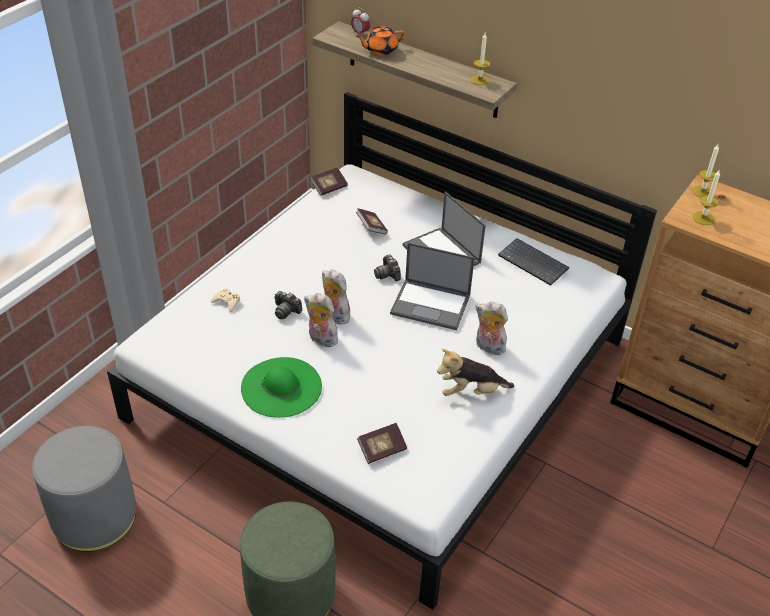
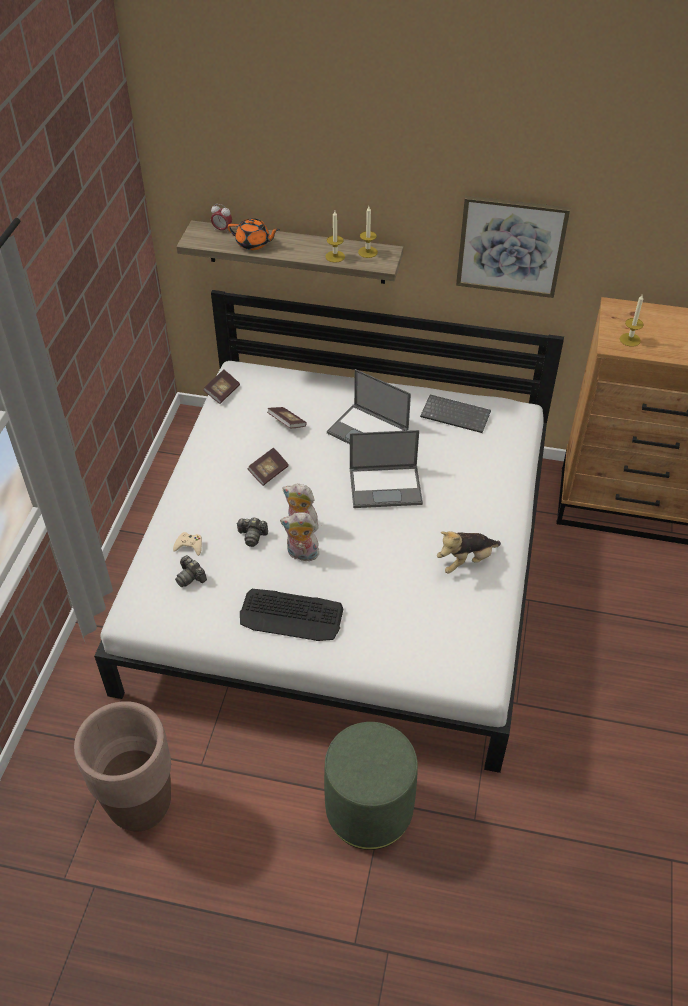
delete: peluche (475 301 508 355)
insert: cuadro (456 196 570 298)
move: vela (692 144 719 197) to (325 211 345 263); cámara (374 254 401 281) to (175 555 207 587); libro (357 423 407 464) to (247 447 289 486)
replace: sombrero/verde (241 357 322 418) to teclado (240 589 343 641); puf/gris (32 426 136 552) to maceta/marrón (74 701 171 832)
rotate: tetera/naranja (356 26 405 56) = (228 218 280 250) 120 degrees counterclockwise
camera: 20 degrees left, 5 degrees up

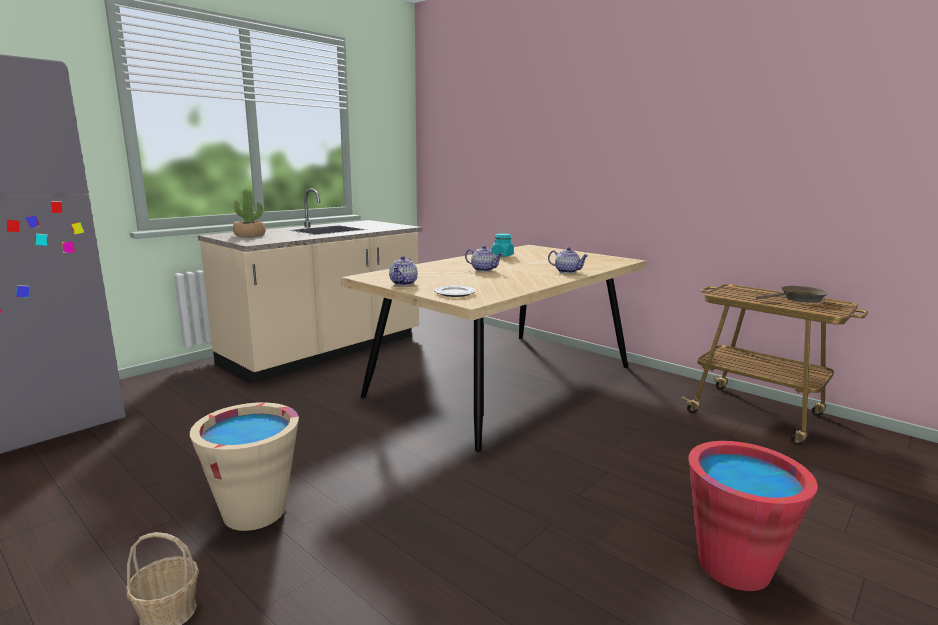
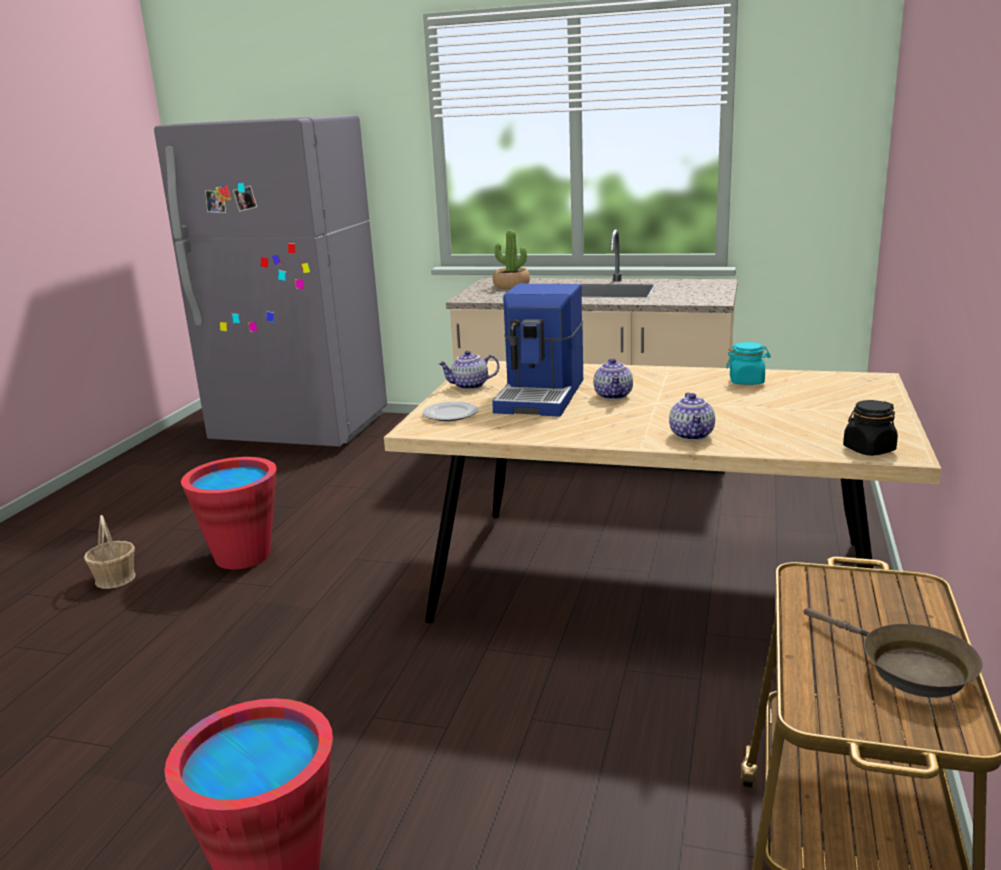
insert: cafetera (492 284 583 416); tarro/negro (843 400 898 456)
recolor: cubo/beis (190 402 299 531) to cubo/rojo (181 457 277 569)
camera: 65 degrees right, 5 degrees up

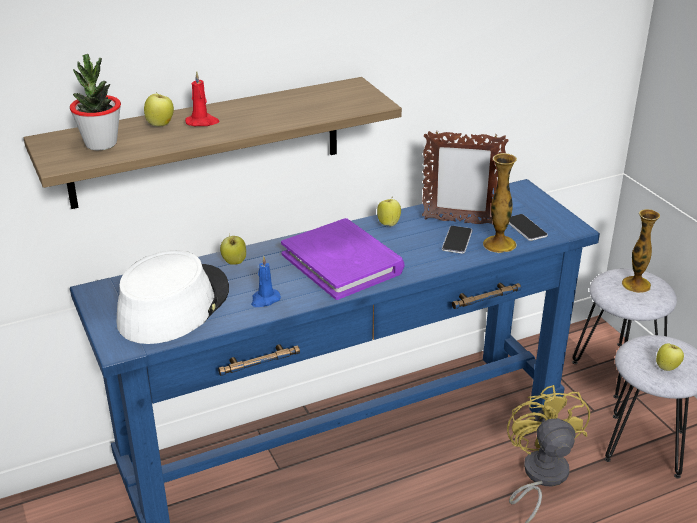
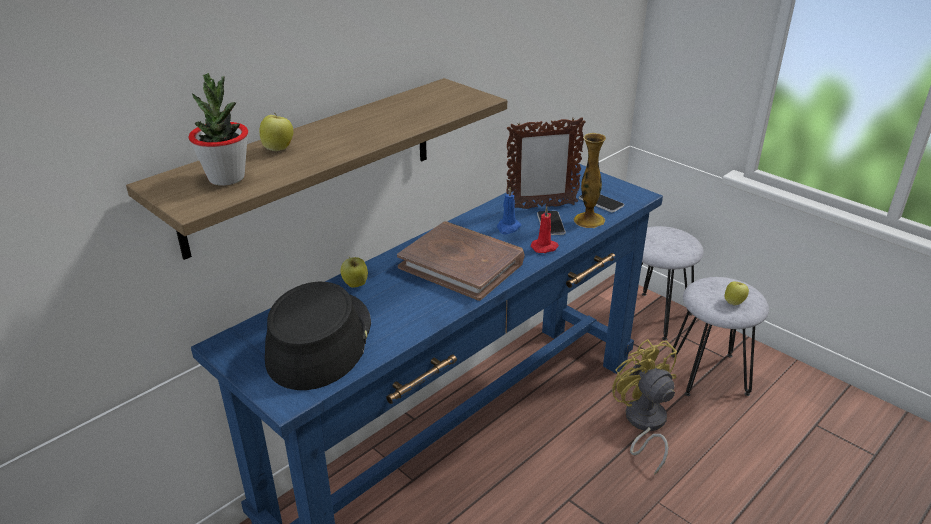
delete: manzana (377 197 401 226); florero (622 209 660 293)
move: vela/rojo (185 71 220 126) to (531 206 559 253); vela/azul (251 255 281 307) to (497 187 522 235)
recolor: libro/morado (281 218 404 300) to libro/marrón (397 221 524 301); sombrero/blanco (117 250 229 344) to sombrero/negro (265 282 371 390)
camera: 20 degrees left, 0 degrees up

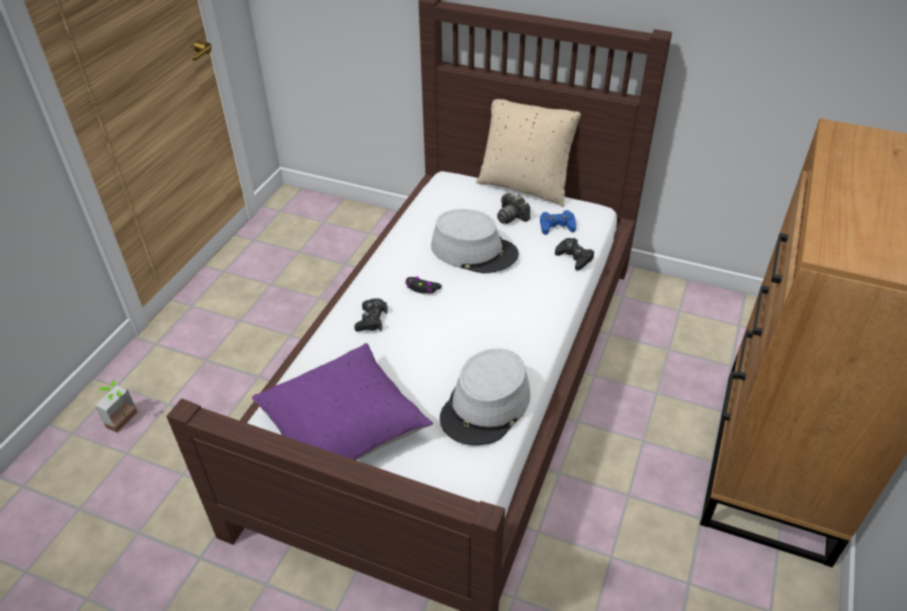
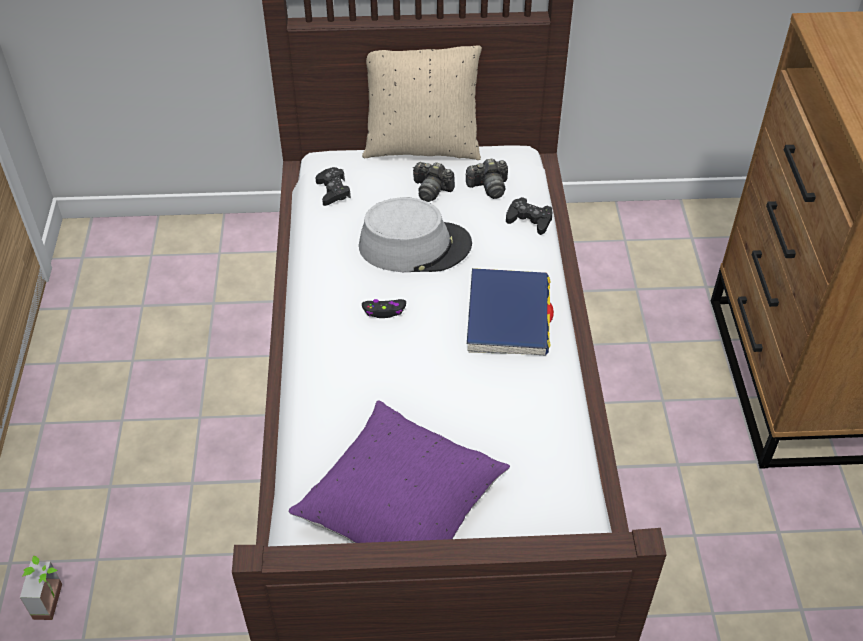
delete: sombrero/gris (440 348 530 445)
insert: libro/azul (467 268 554 356)
move: mando de consola/negro (354 298 388 332) to (315 167 351 206)
replace: mando de consola/azul (540 210 576 235) to cámara (465 158 508 199)
camera: 25 degrees left, 5 degrees up

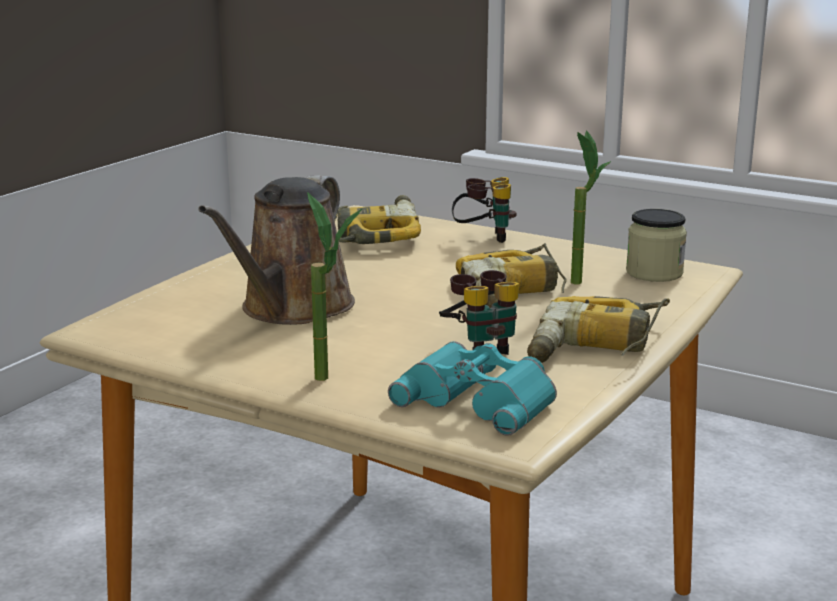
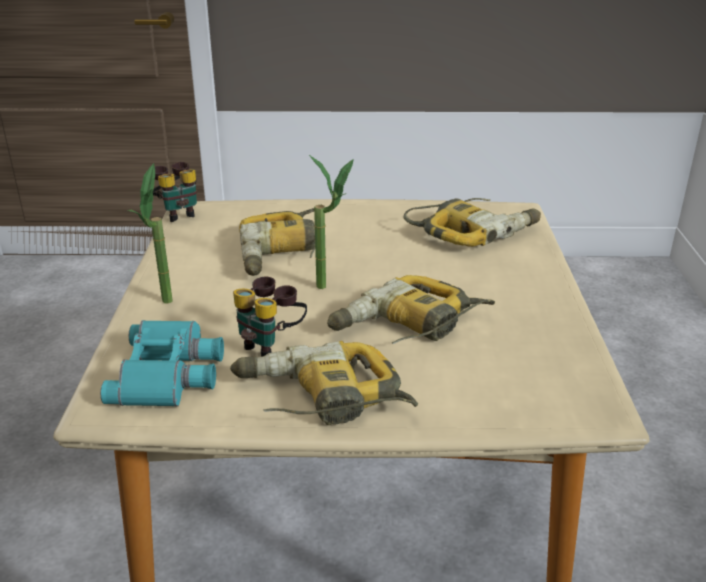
delete: tarro (626 209 687 282)
move: planta en maceta (571 130 611 284) to (309 155 354 289); prismáticos (452 177 517 243) to (153 162 197 222)
replace: regadera/marrón (199 175 355 325) to taladro (239 208 315 276)
camera: 60 degrees right, 10 degrees up

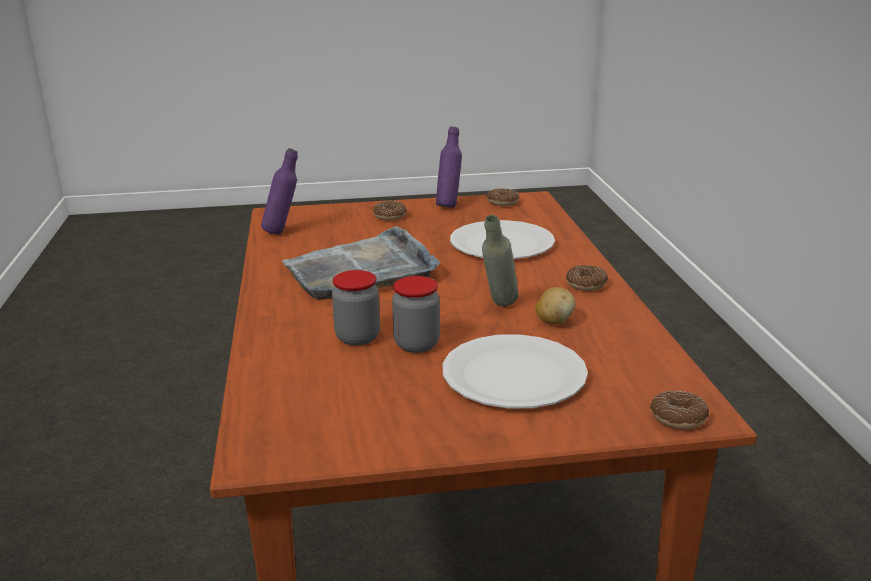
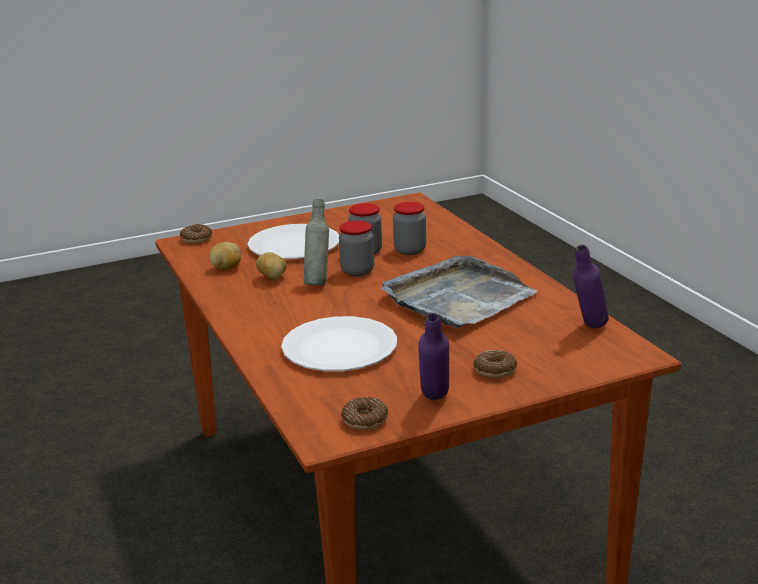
delete: rosquilla (566 265 608 291)
insert: tarro (339 221 374 277); patata (209 242 241 270)
camera: 165 degrees right, 0 degrees up

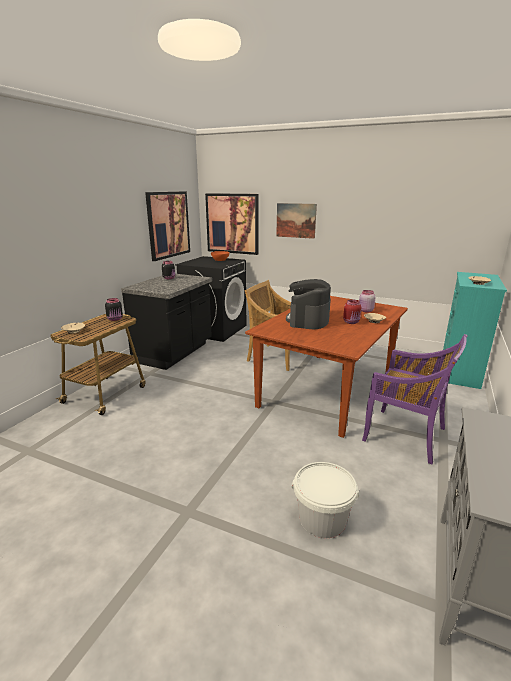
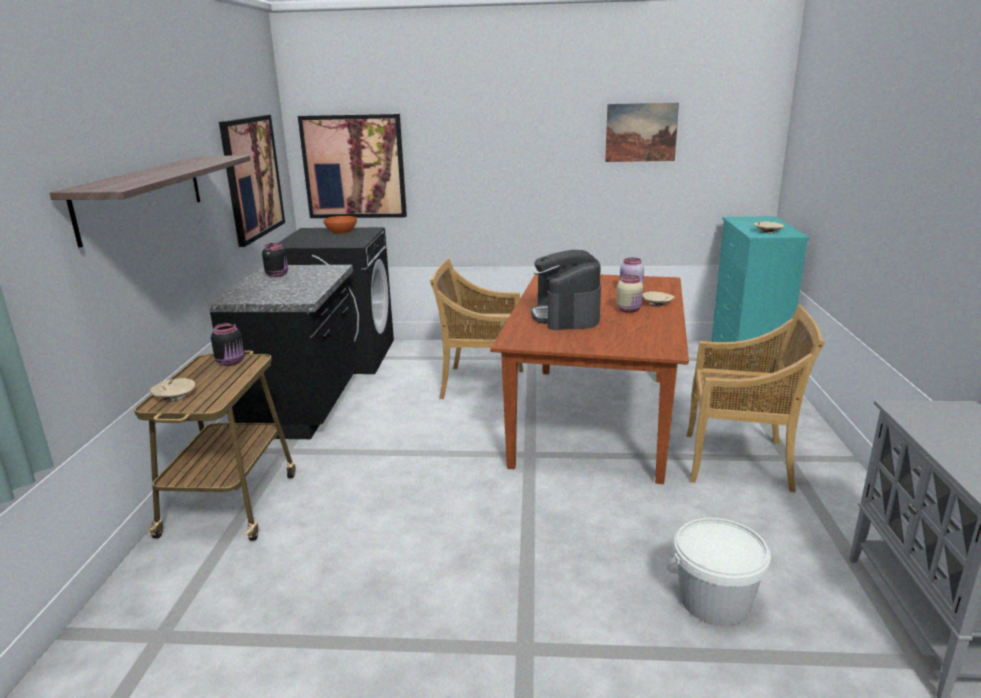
insert: estante (49 155 251 248)
move: cuadro (276 203 317 239) to (605 103 679 162)
recolor: tarro/rojo (343 300 361 324) to tarro/beis (616 275 643 313); silla/morado (362 334 468 464) to silla/beis (686 305 825 492)
camera: 20 degrees left, 0 degrees up

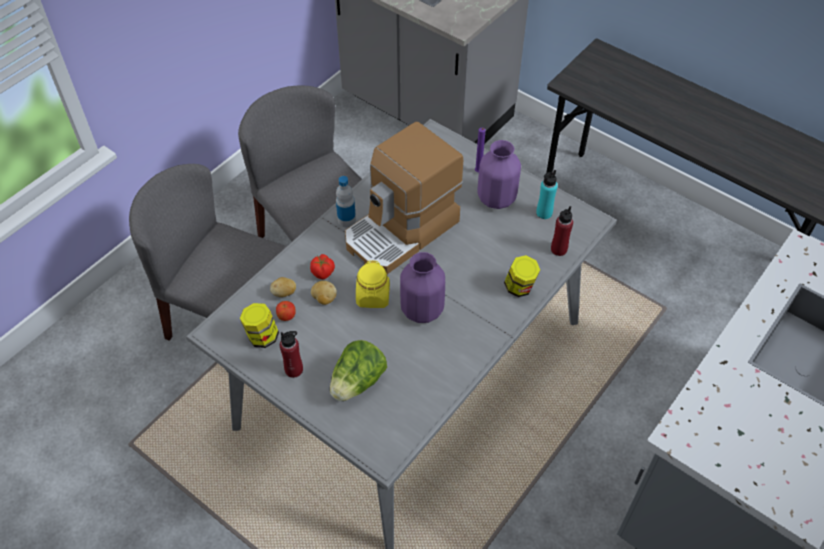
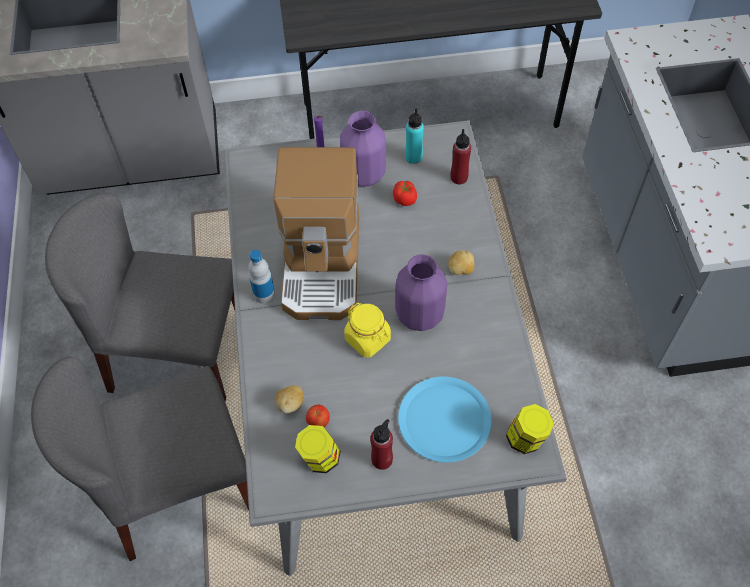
move: tomate (310 254 335 279) to (393 181 417 206); tarro (504 255 540 297) to (506 404 554 454); patata (311 281 337 305) to (448 250 474 275)
replace: lechuga (330 340 387 401) to plato/azul (398 377 492 463)
camera: 45 degrees left, 5 degrees up

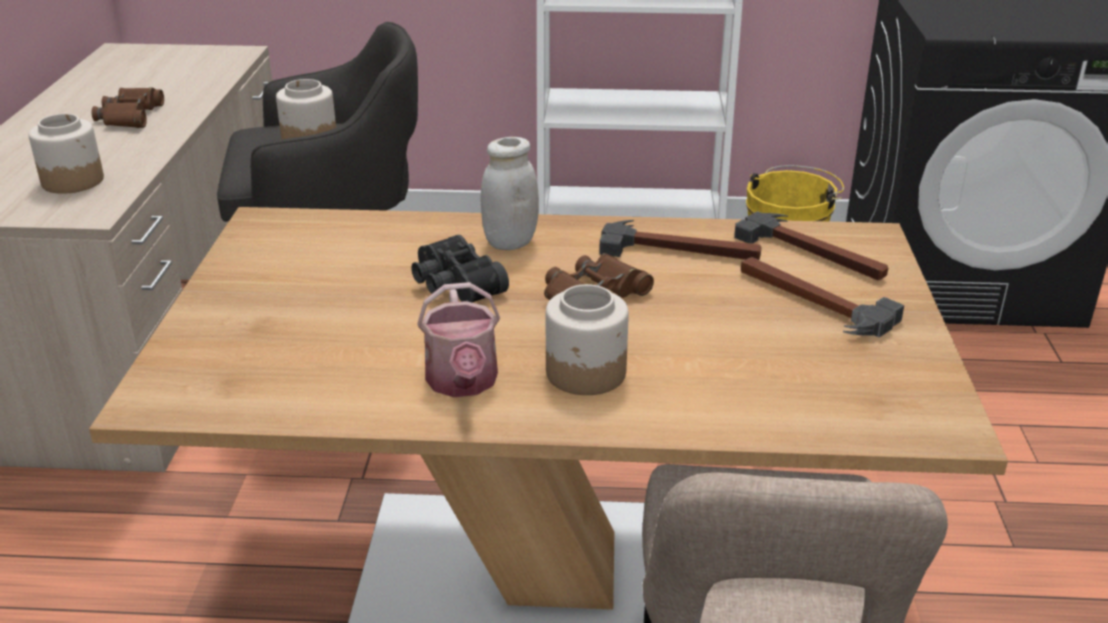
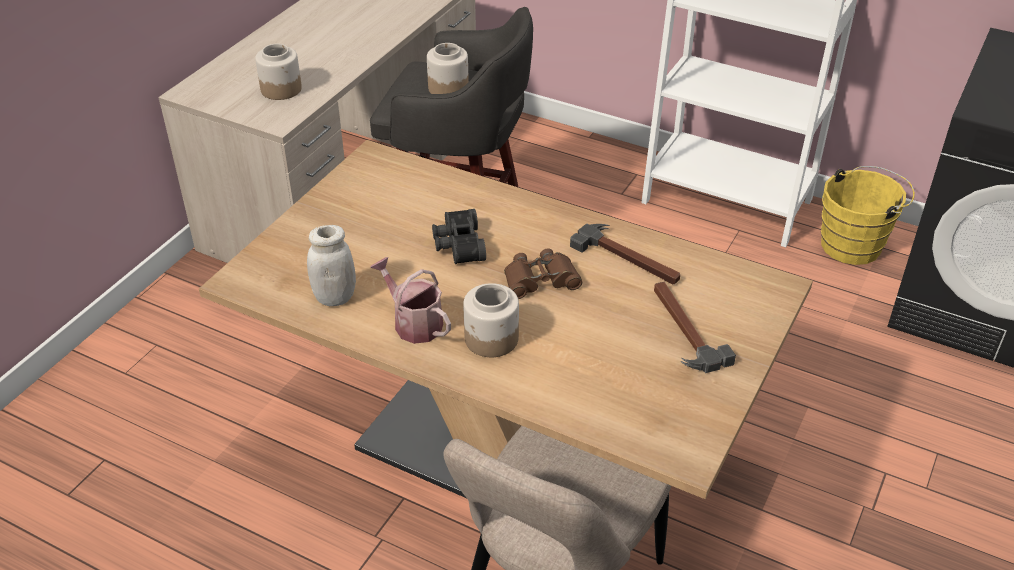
delete: prismáticos/marrón (92 87 164 128); martillo (734 211 888 281)
move: tarro/blanco (480 137 539 250) to (307 225 356 306)
rotate: regadera (417 282 500 397) = (370 257 451 344) 120 degrees clockwise
camera: 25 degrees right, 10 degrees up

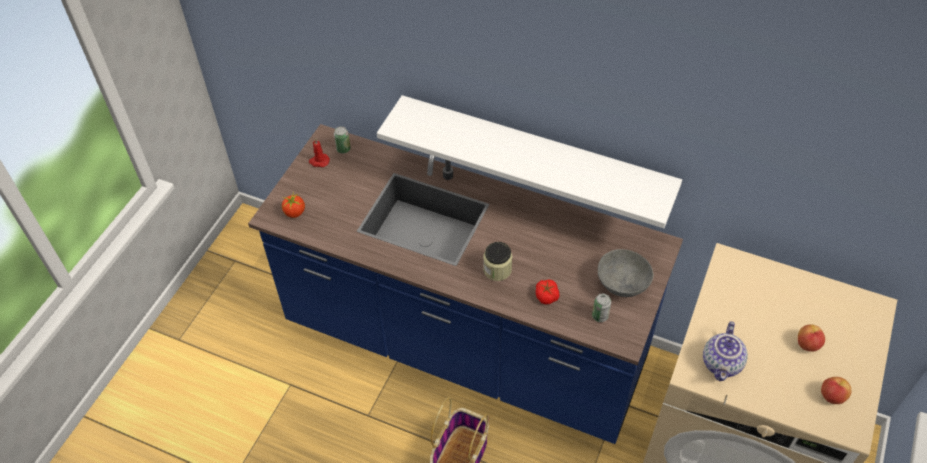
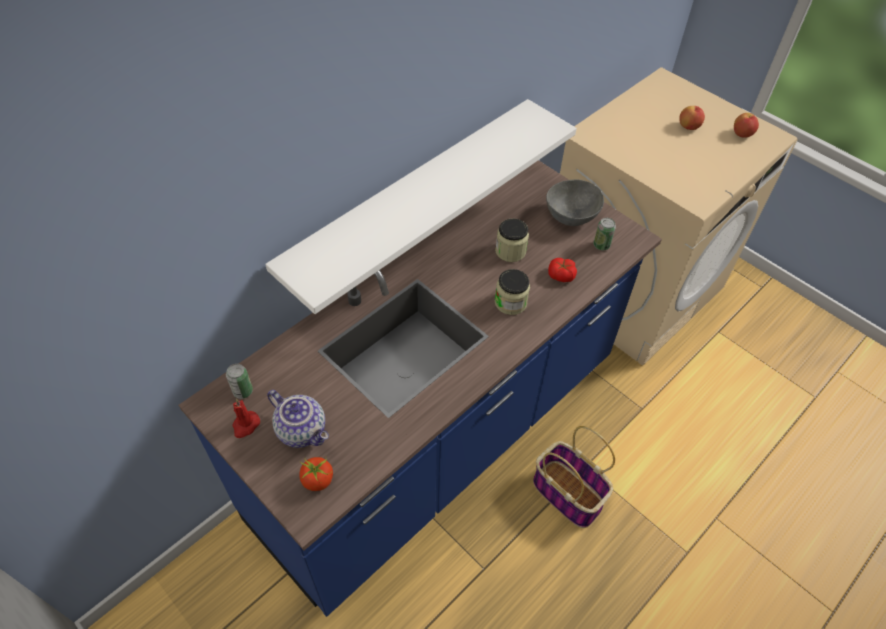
insert: tarro (495 218 529 262)
move: tetera (703 321 748 381) to (267 390 329 448)
camera: 70 degrees left, 0 degrees up

